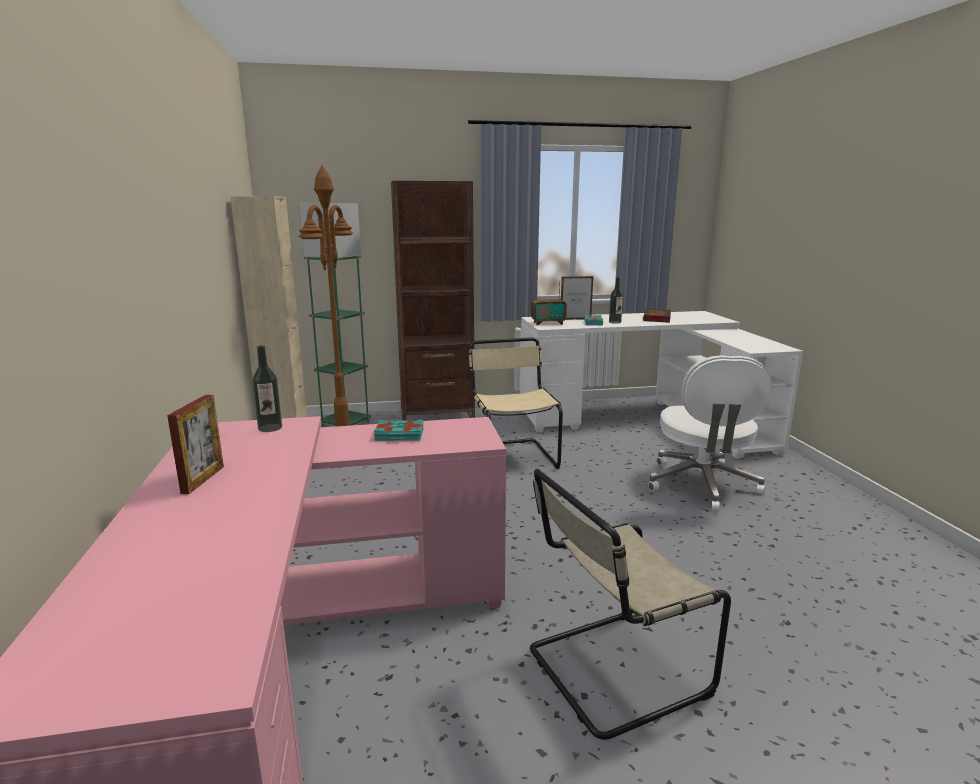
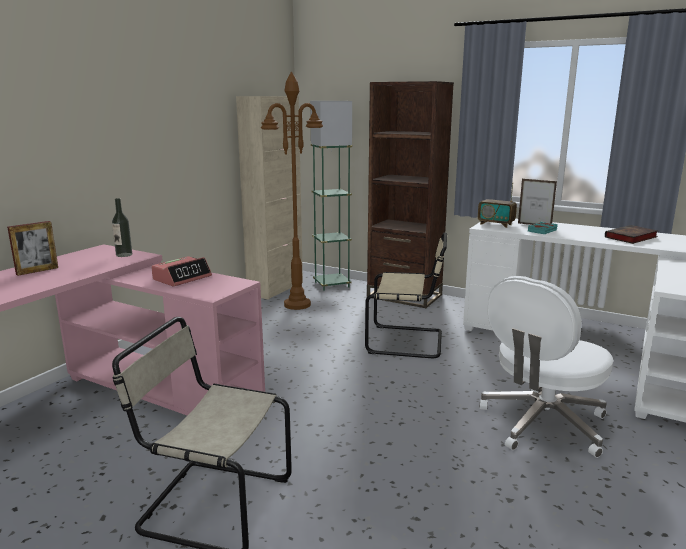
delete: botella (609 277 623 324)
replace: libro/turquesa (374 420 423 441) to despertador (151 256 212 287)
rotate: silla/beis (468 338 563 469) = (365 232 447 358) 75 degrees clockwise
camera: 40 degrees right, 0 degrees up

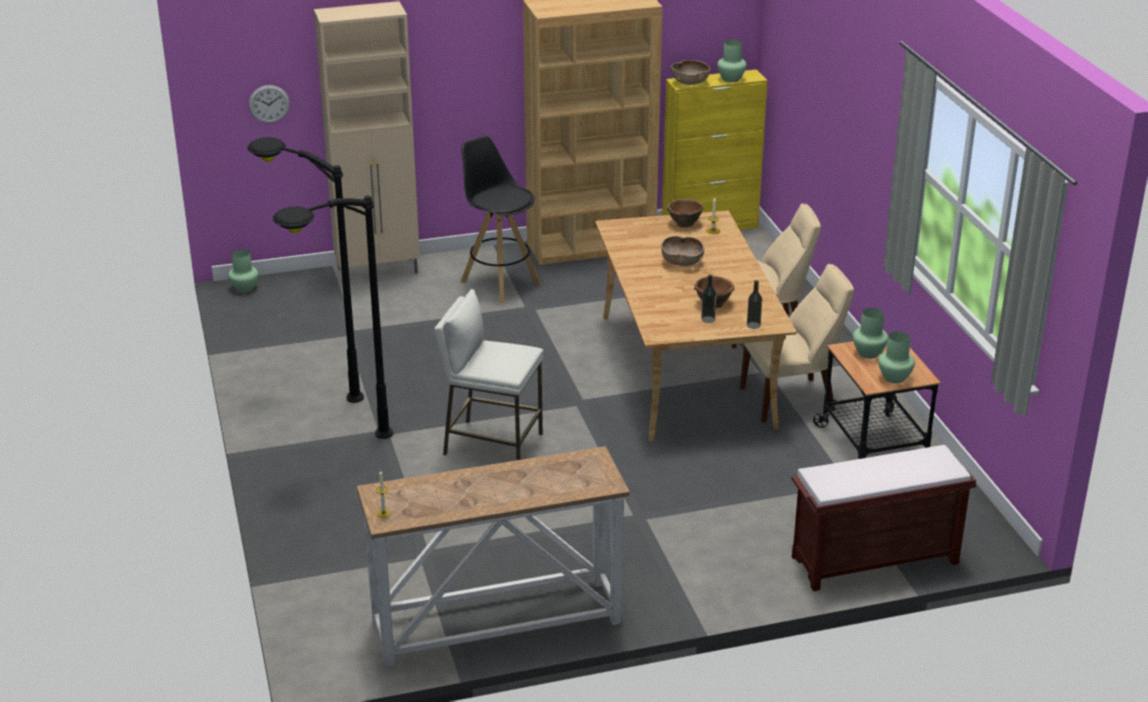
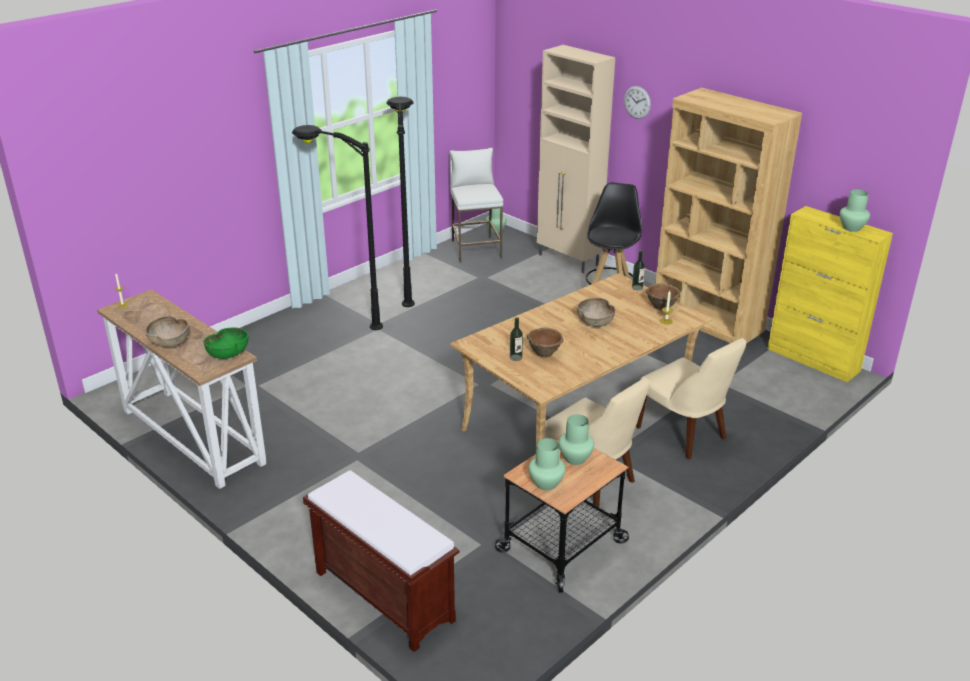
insert: cuenco/verde (203 328 248 359)
move: cuenco/marrón (671 60 710 85) to (145 316 189 347); reloj de pared (249 85 290 123) to (624 86 651 119); botella (747 280 762 329) to (632 251 645 290); taburete/blanco (434 289 543 460) to (449 148 503 263)
camera: 60 degrees right, 0 degrees up

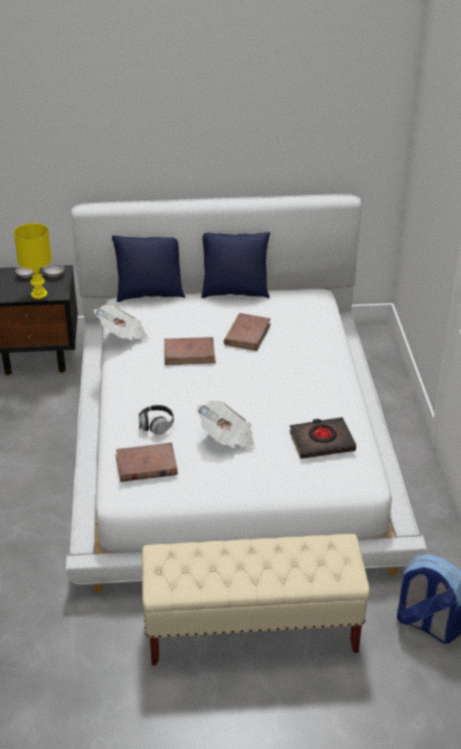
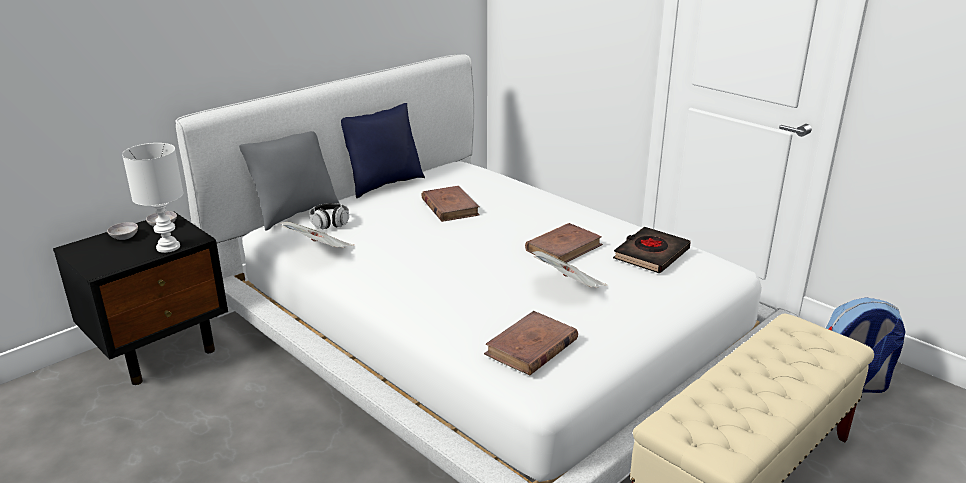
move: libro/marrón (164 337 216 365) to (525 223 603 263); auriculares (138 405 174 435) to (309 203 349 229)
recolor: lámpara de mesa/amarillo (14 223 52 299) to lámpara de mesa/blanco (122 143 183 253); cojín/azul (112 236 185 302) to cojín/gris (239 131 339 231)
camera: 40 degrees left, 10 degrees down

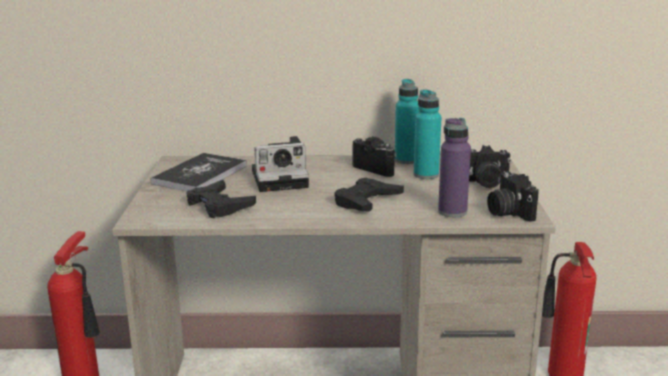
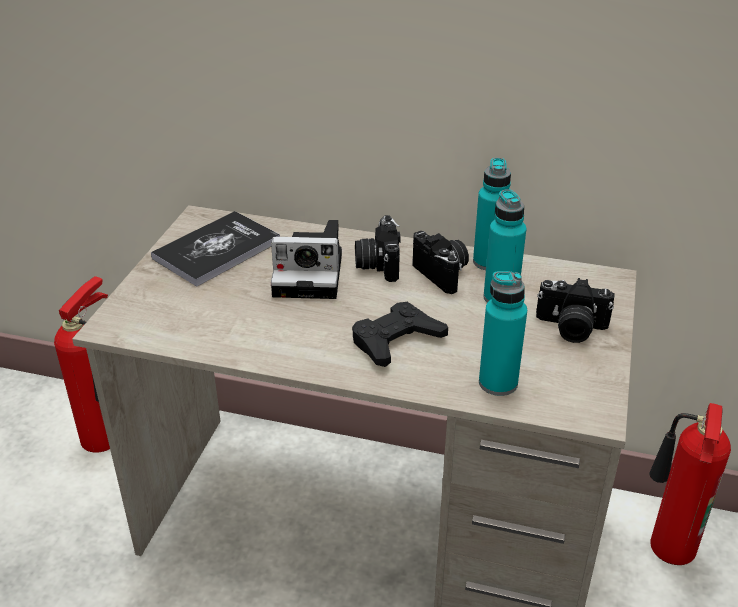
delete: mando de consola/negro (186 180 256 218)
move: cámara (487 171 539 222) to (355 215 400 282)
recolor: botella/morado (438 118 471 217) to botella/turquesa (479 271 527 396)
camera: 15 degrees right, 15 degrees up

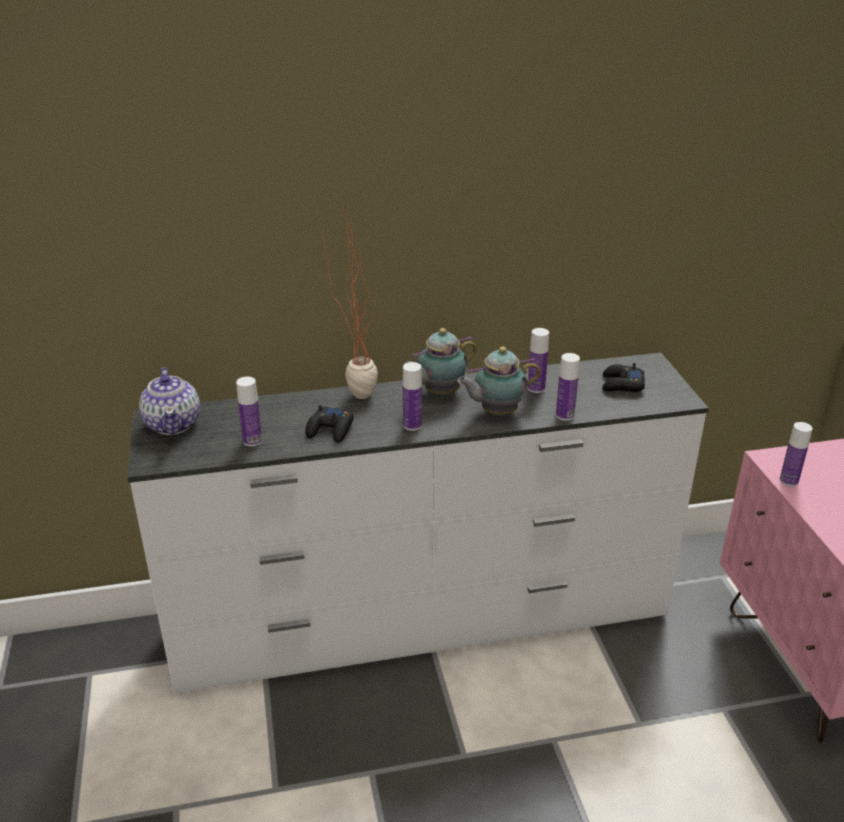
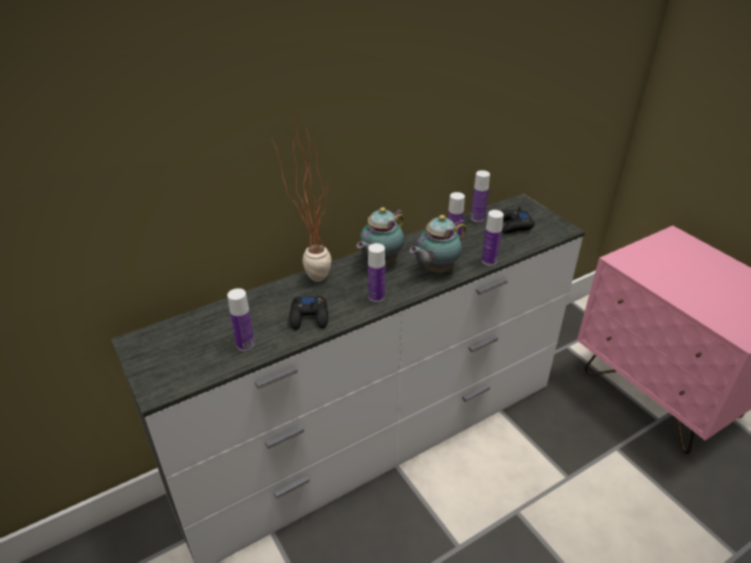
delete: tetera (139 368 200 435)
move: botella (780 422 813 486) to (471 170 490 222)
camera: 20 degrees left, 5 degrees up

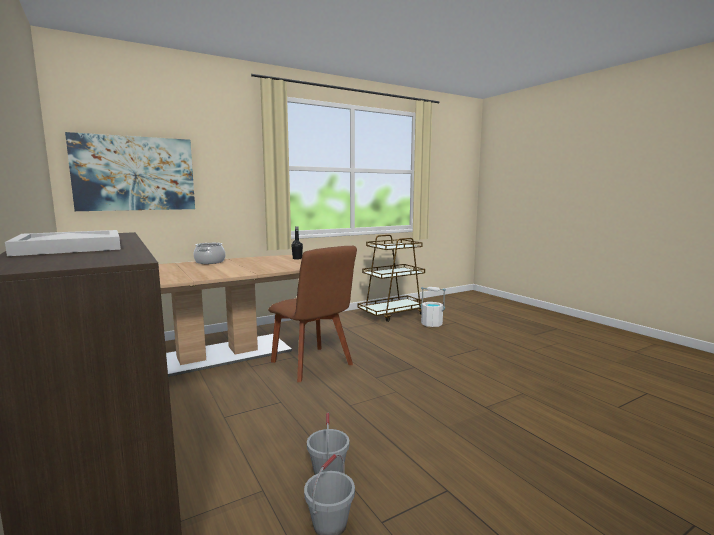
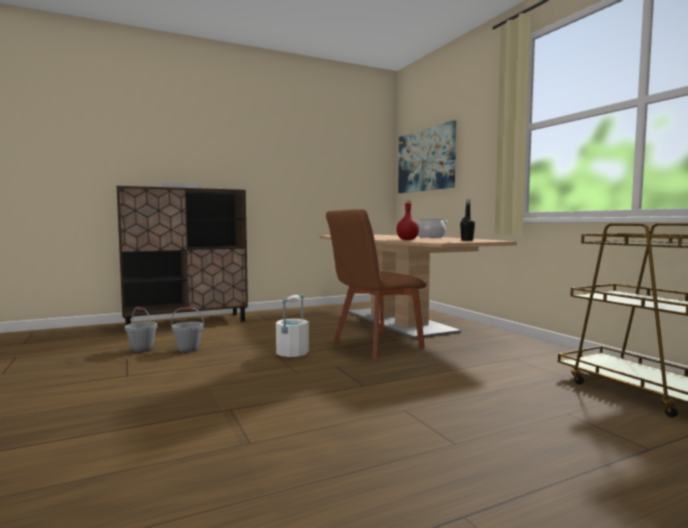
insert: botella/rojo (396 200 419 240)
move: cubo/blanco (421 287 446 327) to (276 294 309 357)
camera: 95 degrees right, 5 degrees down

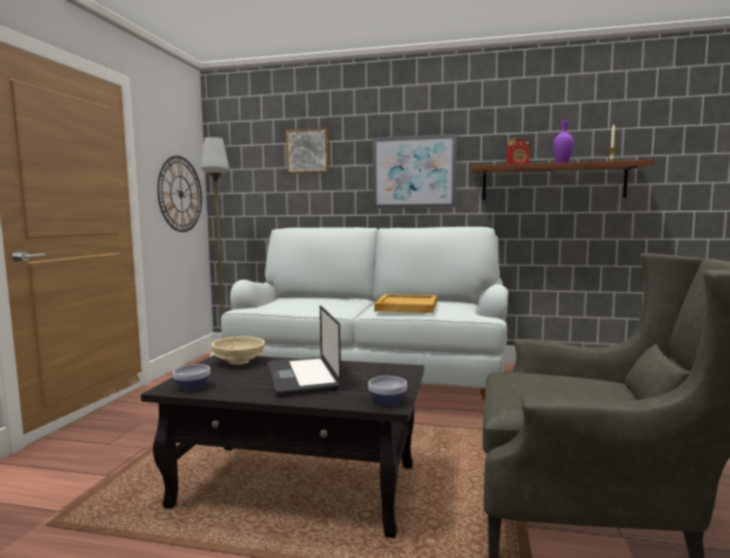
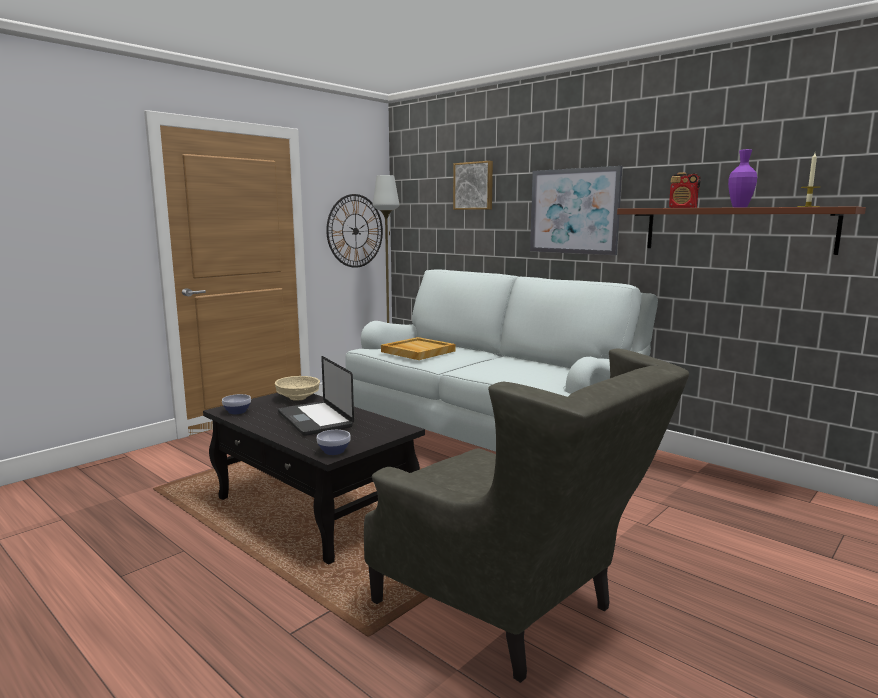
move: bandeja/beis (374 294 437 313) to (381 337 456 360)
rotate: portátil (268 305 341 396) = (278 356 354 436) 45 degrees counterclockwise
camera: 30 degrees right, 5 degrees up

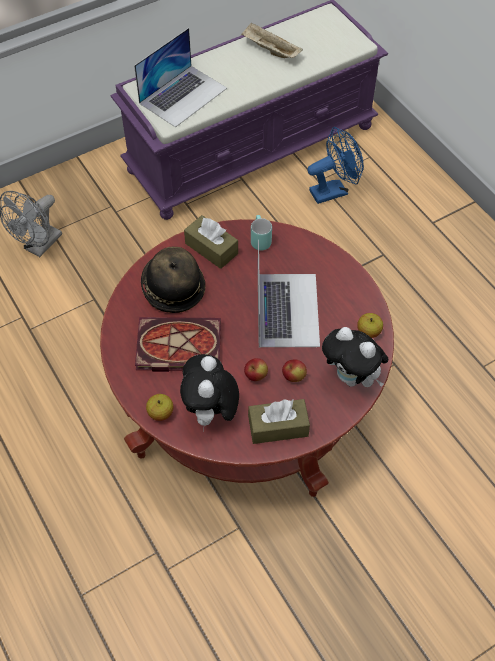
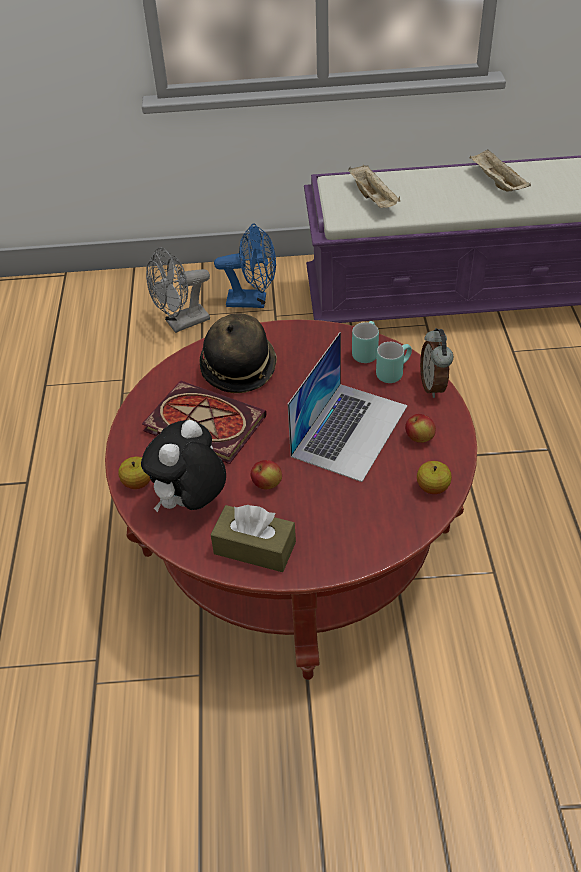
delete: caja de pañuelos/marrón (184 215 238 269); peluche (322 327 389 387)
insert: despertador (420 328 453 398); taza grande/turquesa (376 342 412 383)
move: ventilador/azul (307 127 364 204) to (214 223 276 308); manzana (282 360 307 382) to (405 414 436 443)
replace: portátil (134 28 227 127) to bandeja/beis (348 165 400 208)
camera: 30 degrees right, 10 degrees down

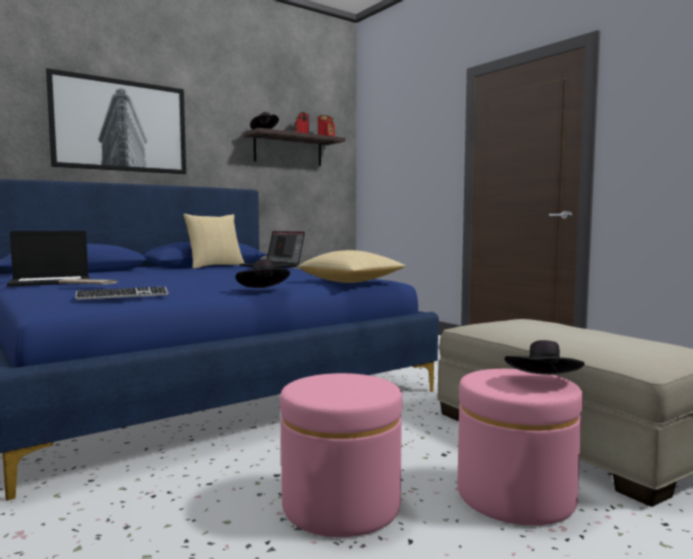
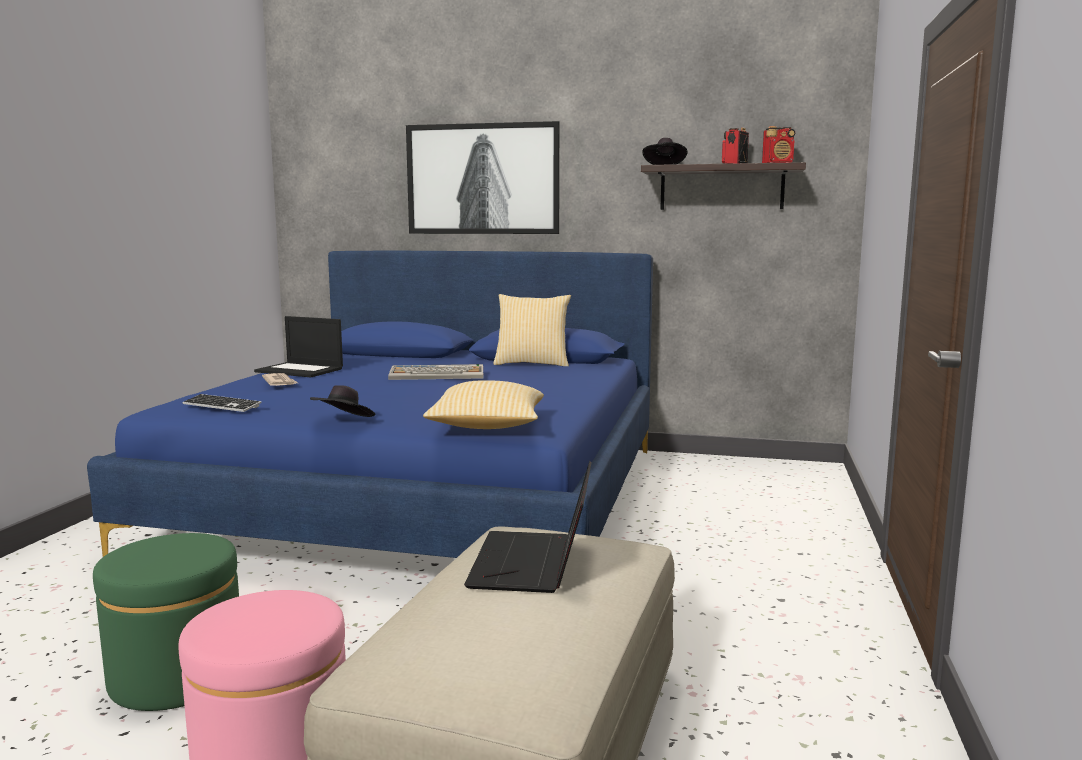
delete: sombrero/negro (505 340 585 375)
insert: teclado (388 364 483 380)
move: portátil (240 231 305 268) to (464 461 592 593)
recolor: puf/rosa (280 373 402 537) to puf/verde (93 533 239 711)
camera: 50 degrees right, 5 degrees up

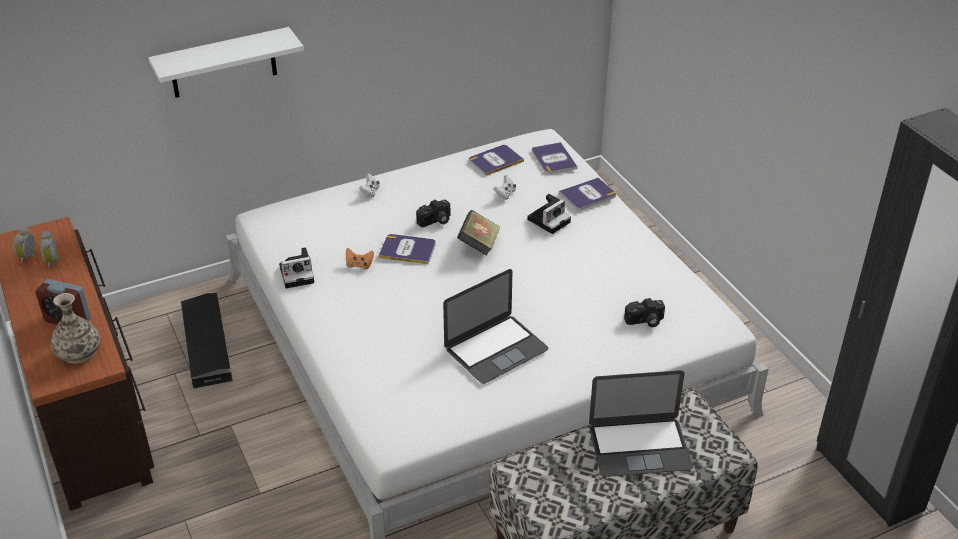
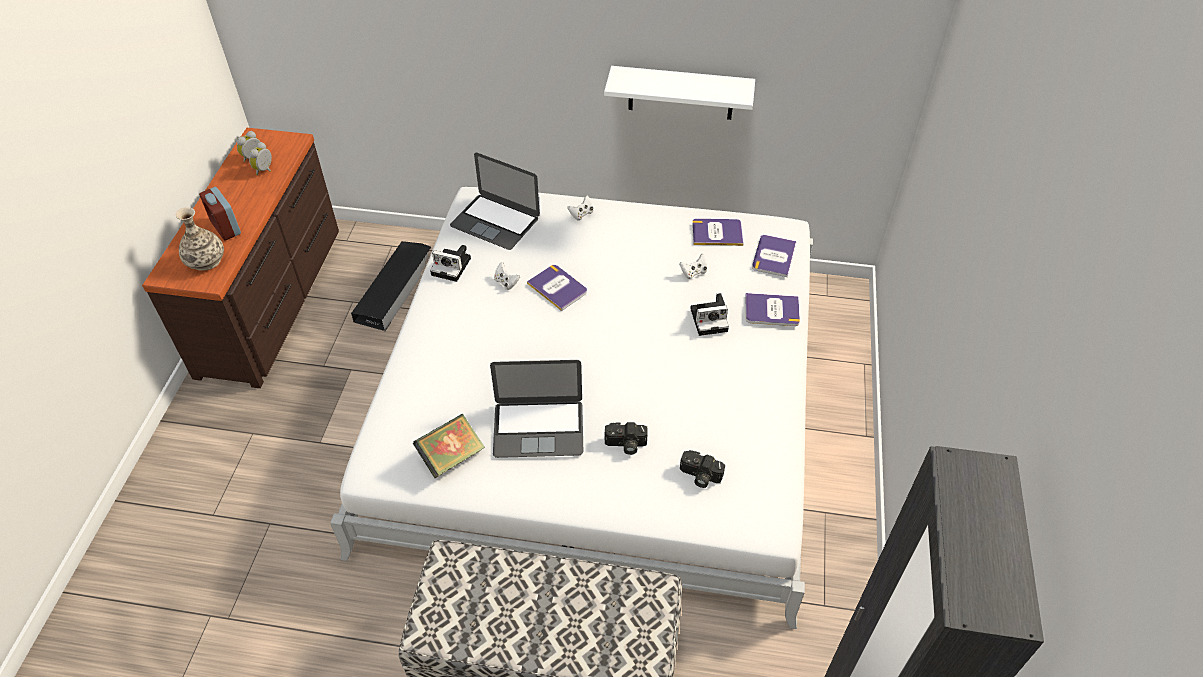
move: estante/blanco (148 27 304 98) to (604 66 755 120); cámara (416 200 451 227) to (604 422 647 455); libro (457 210 500 256) to (413 414 485 478); portátil (589 370 693 477) to (450 152 540 250)
recolor: mando de consola/naranja (346 248 374 269) to mando de consola/blanco (494 262 520 290)
camera: 35 degrees right, 10 degrees up

